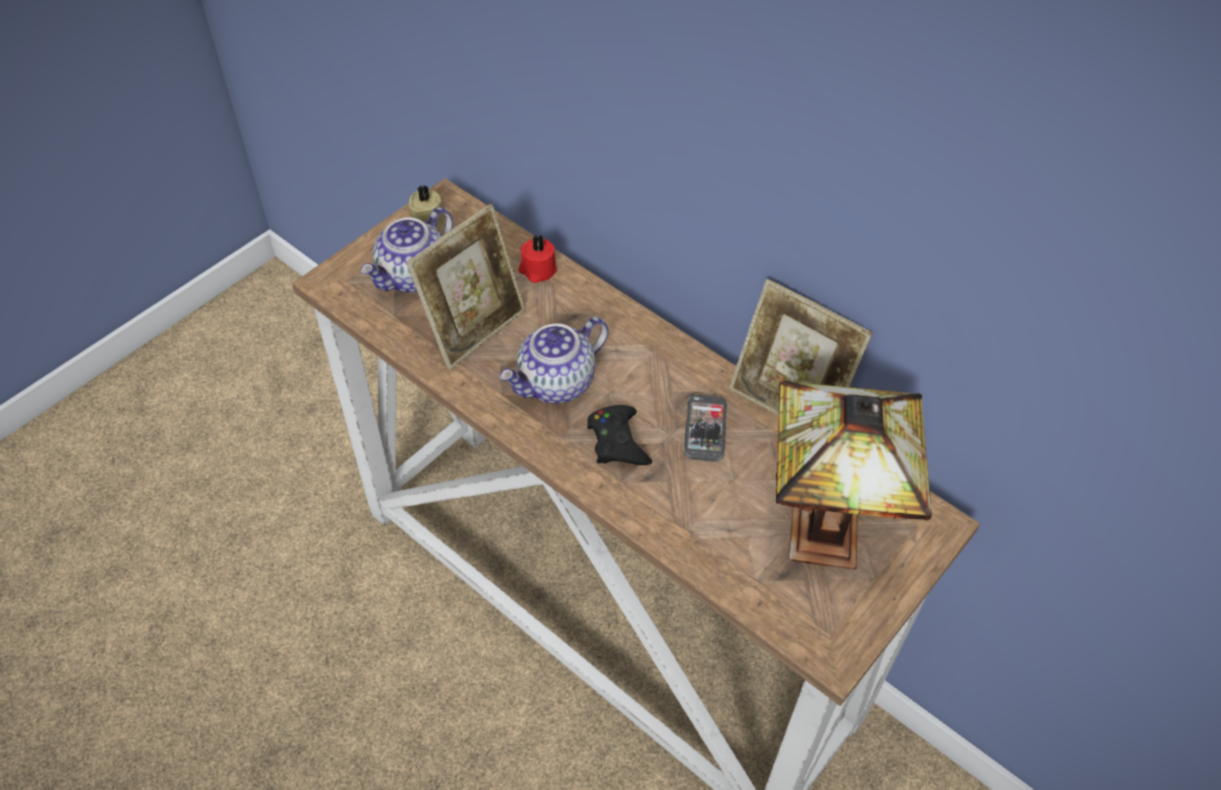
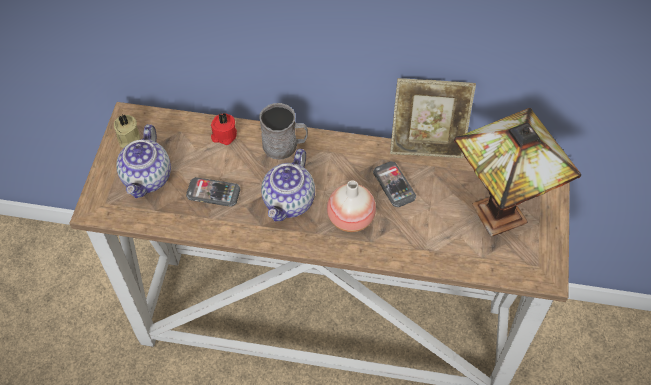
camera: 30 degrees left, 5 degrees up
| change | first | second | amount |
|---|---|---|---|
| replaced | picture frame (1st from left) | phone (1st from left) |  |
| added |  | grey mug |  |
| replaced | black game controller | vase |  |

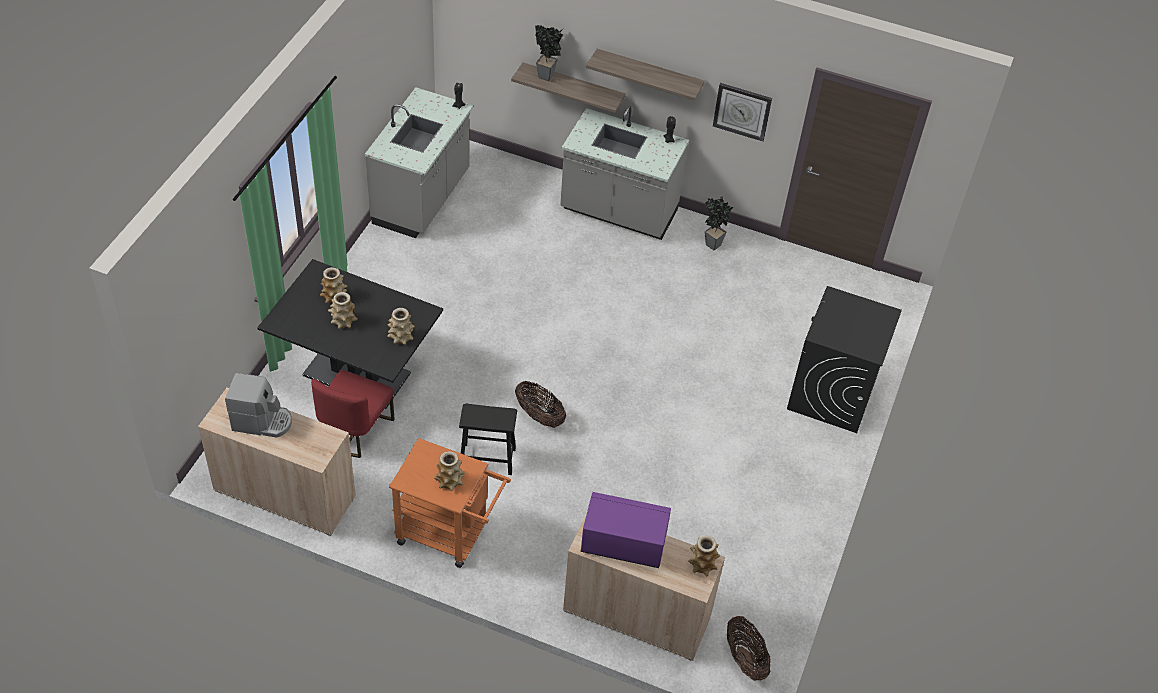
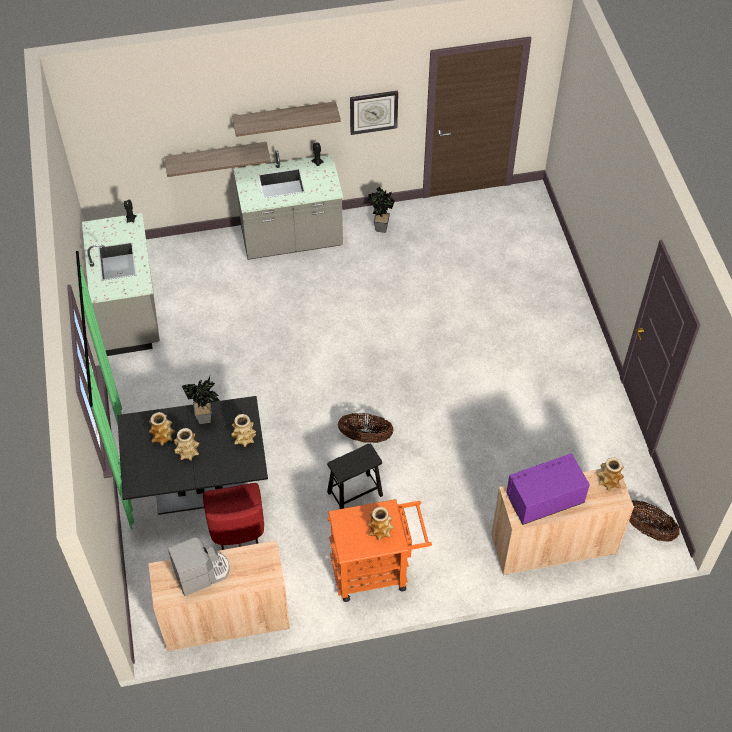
camera: 30 degrees left, 5 degrees up
| change | first | second | amount |
|---|---|---|---|
| moved | potted plant (1st from left) |  |  |
| removed | black washing machine |  |  |

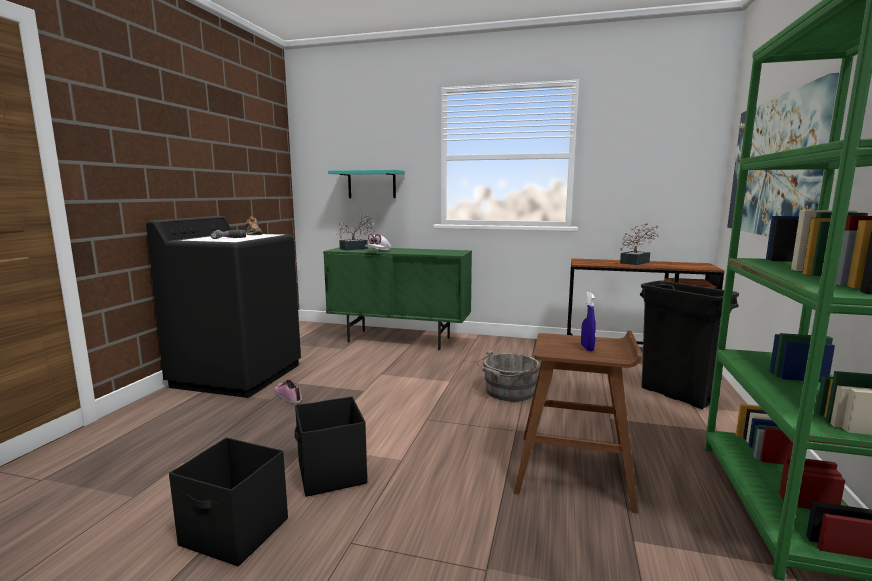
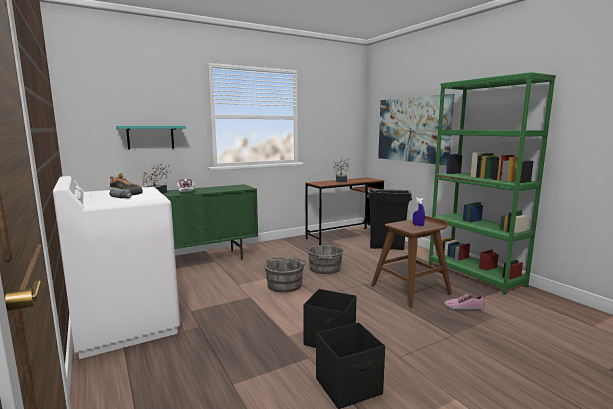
camera: 45 degrees left, 0 degrees up
| change | first | second | amount |
|---|---|---|---|
| recoloured | black washing machine | white washing machine |  |
| added |  | grey bucket (1st from left) |  |
| moved | shoe (2nd from left) |  |  |

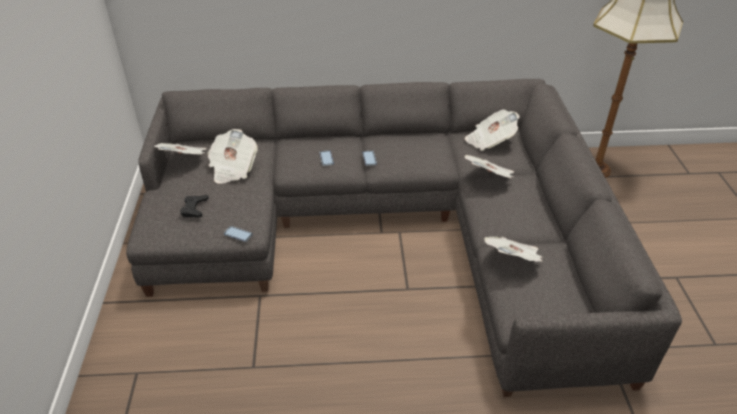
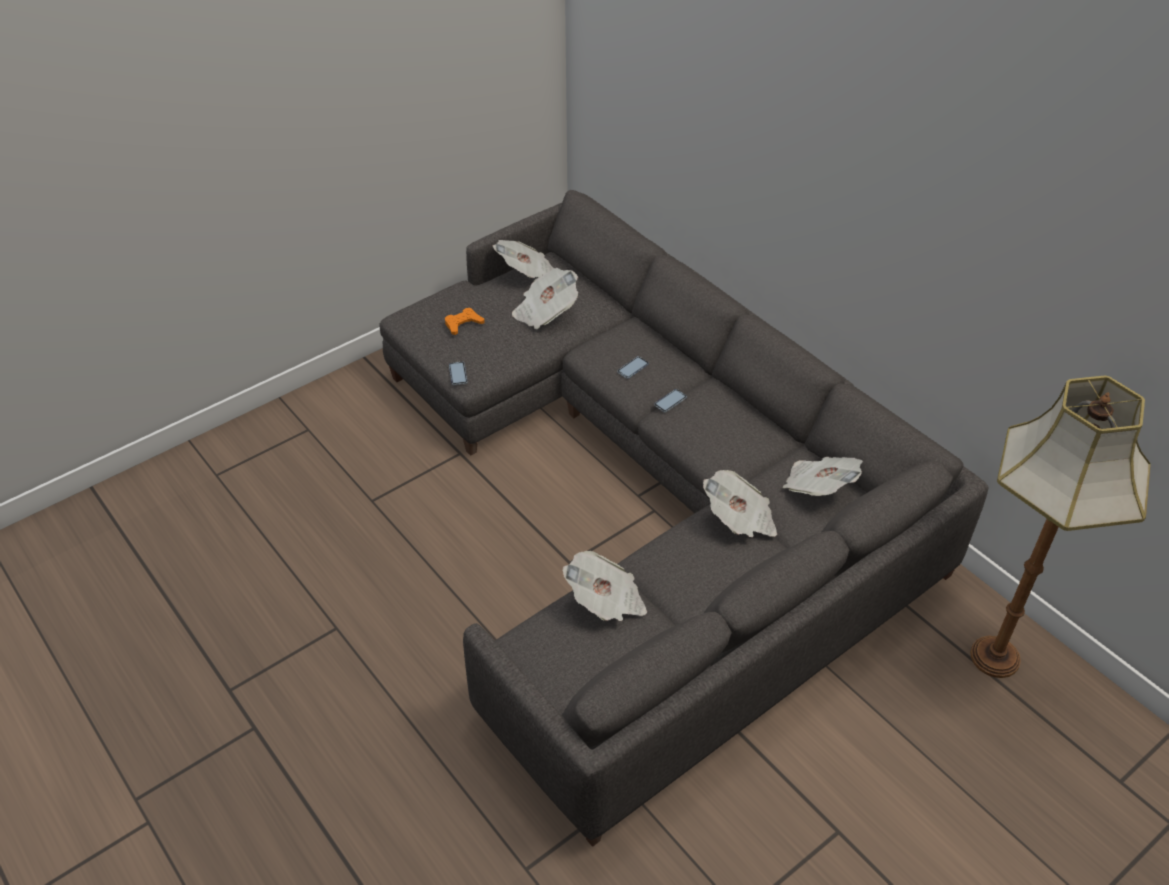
camera: 55 degrees right, 5 degrees up
| change | first | second | amount |
|---|---|---|---|
| recoloured | black game controller | orange game controller |  |

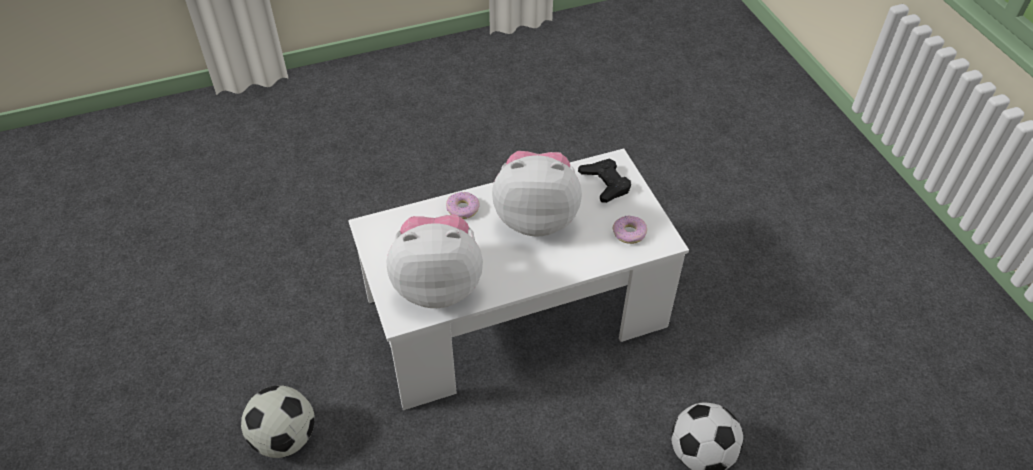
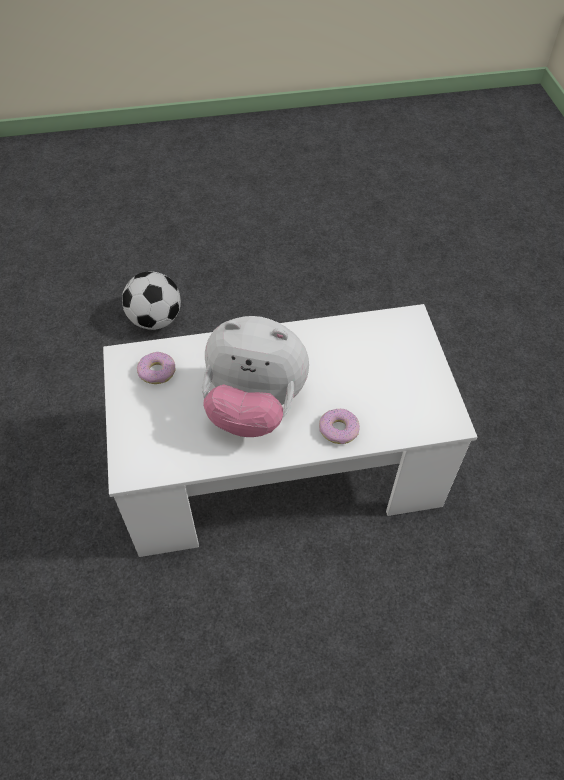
camera: 170 degrees left, 5 degrees up
| change | first | second | amount |
|---|---|---|---|
| removed | football (1st from left) |  |  |
| removed | plush toy (1st from left) |  |  |
| removed | black game controller |  |  |

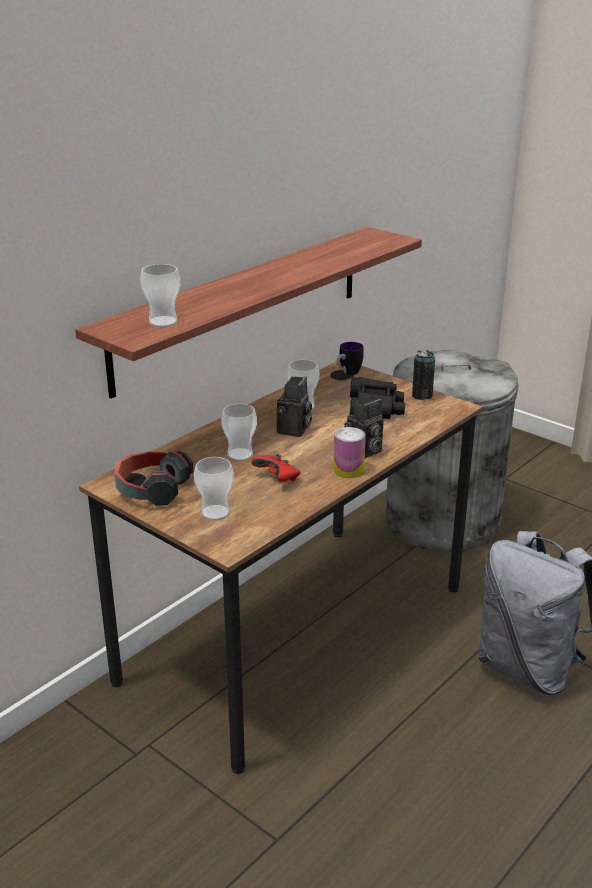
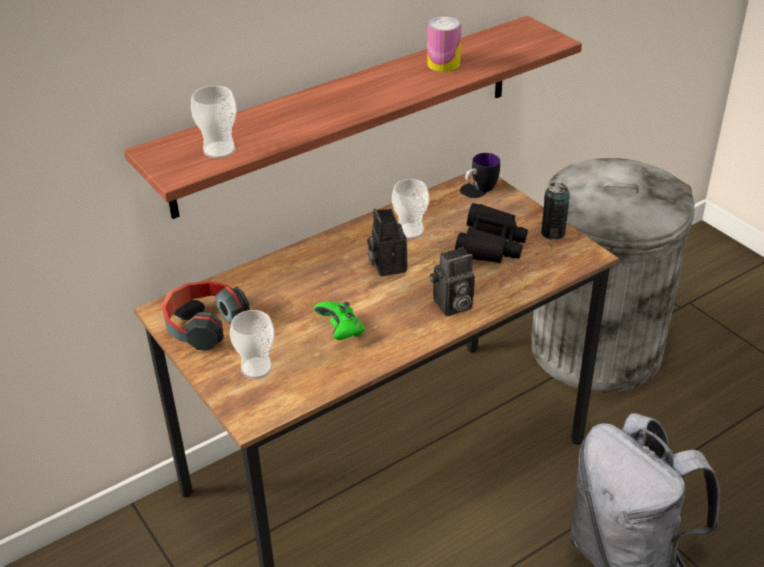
camera: 15 degrees right, 10 degrees up
| change | first | second | amount |
|---|---|---|---|
| recoloured | red game controller | green game controller |  |
| turned | photo camera (1st from left) |  | 135 degrees clockwise |
| moved | can (1st from left) |  |  |
| removed | cup (3rd from left) |  |  |

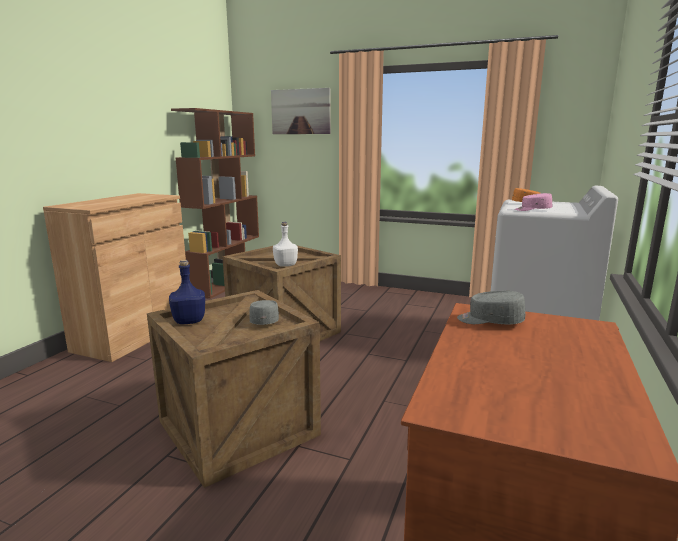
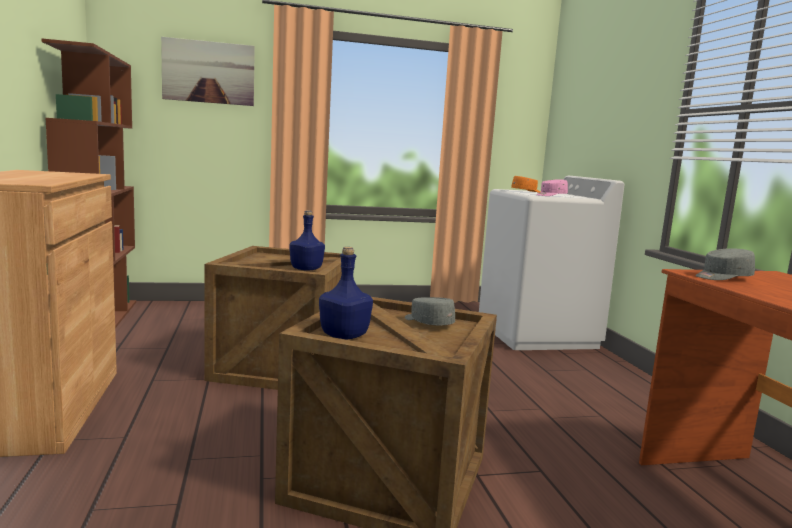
camera: 35 degrees left, 5 degrees down
| change | first | second | amount |
|---|---|---|---|
| recoloured | white bottle | blue bottle (1st from left) |  |

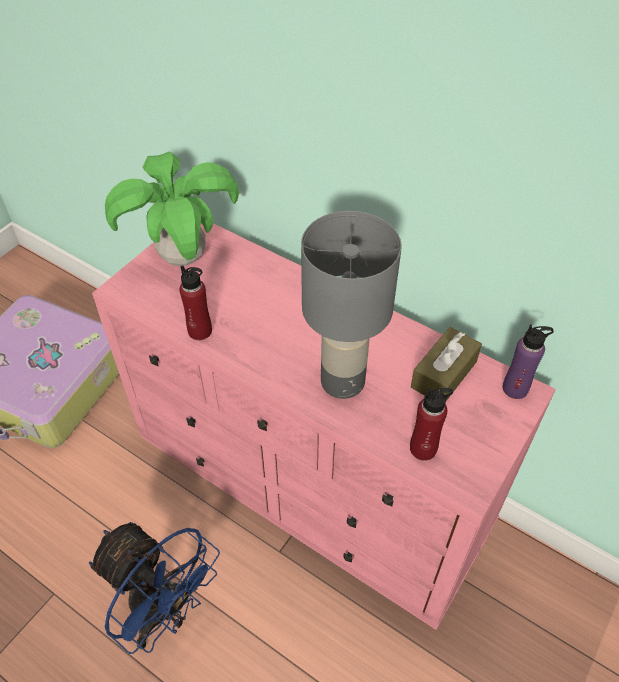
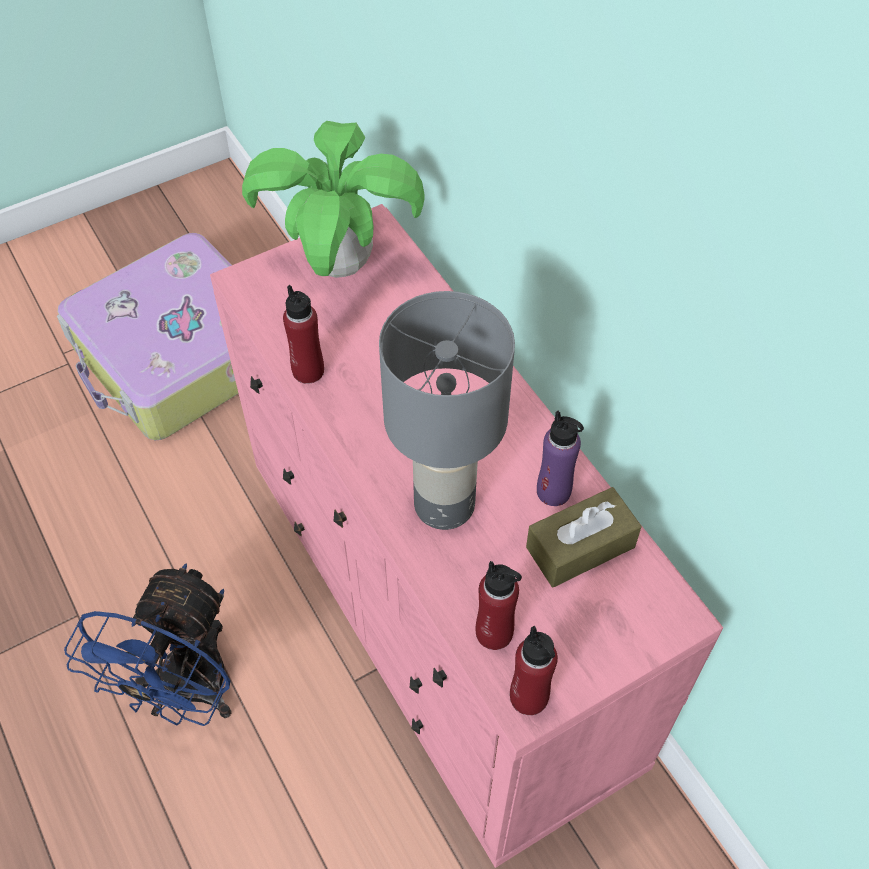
camera: 25 degrees right, 5 degrees up
| change | first | second | amount |
|---|---|---|---|
| turned | blue fan |  | 45 degrees clockwise |
| added |  | red bottle (3rd from left) |  |
| moved | purple bottle |  |  |

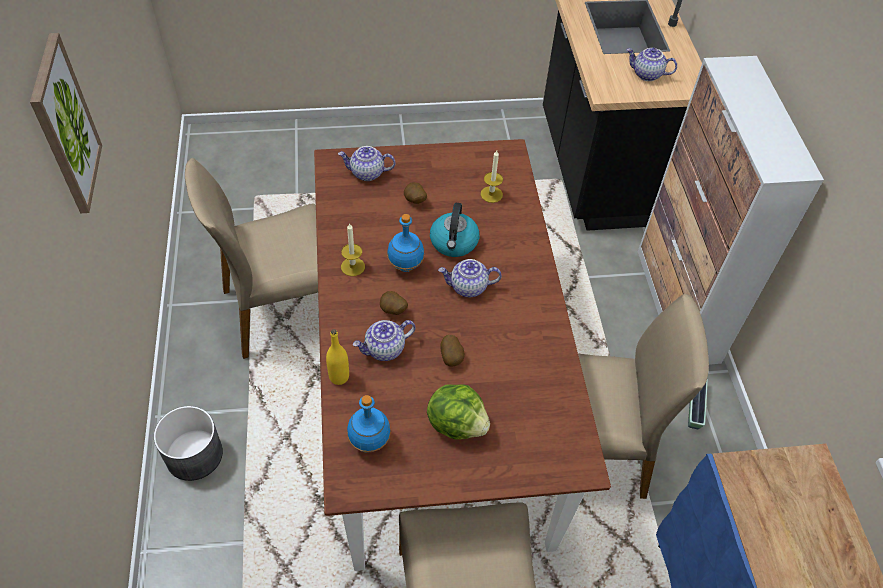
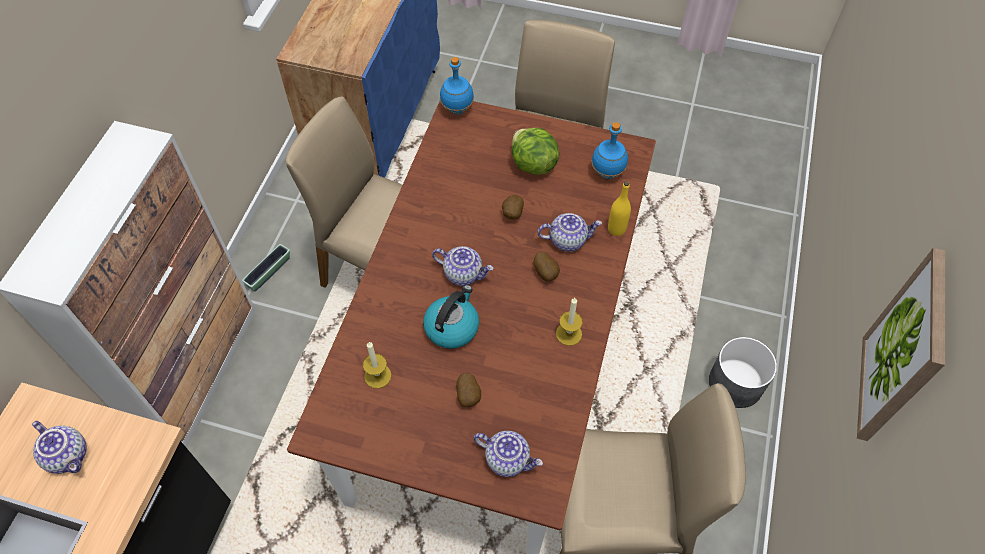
camera: 155 degrees left, 5 degrees up
| change | first | second | amount |
|---|---|---|---|
| moved | blue bottle (2nd from left in the first image) | blue bottle (1st from left) |  |

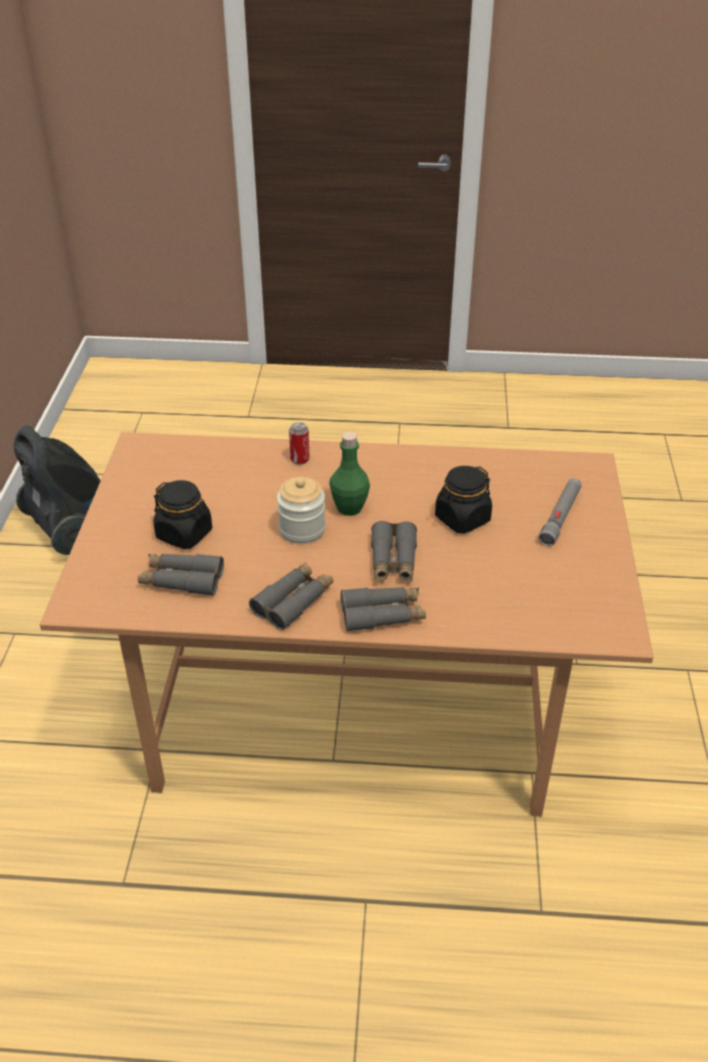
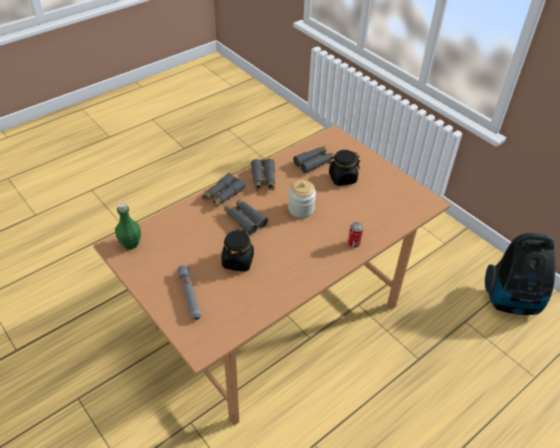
camera: 135 degrees right, 5 degrees up
| change | first | second | amount |
|---|---|---|---|
| moved | green bottle |  |  |

